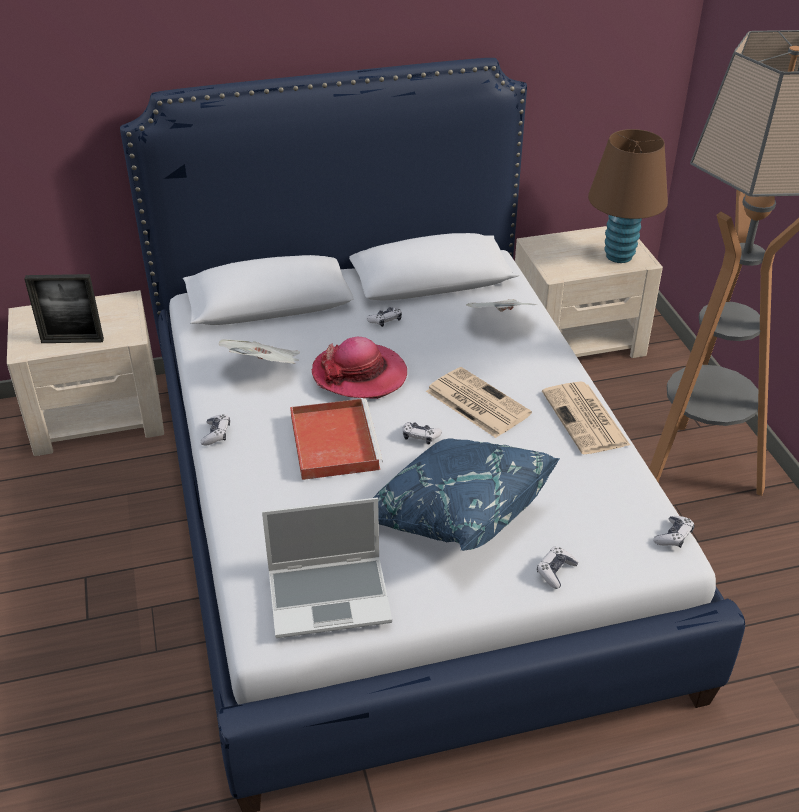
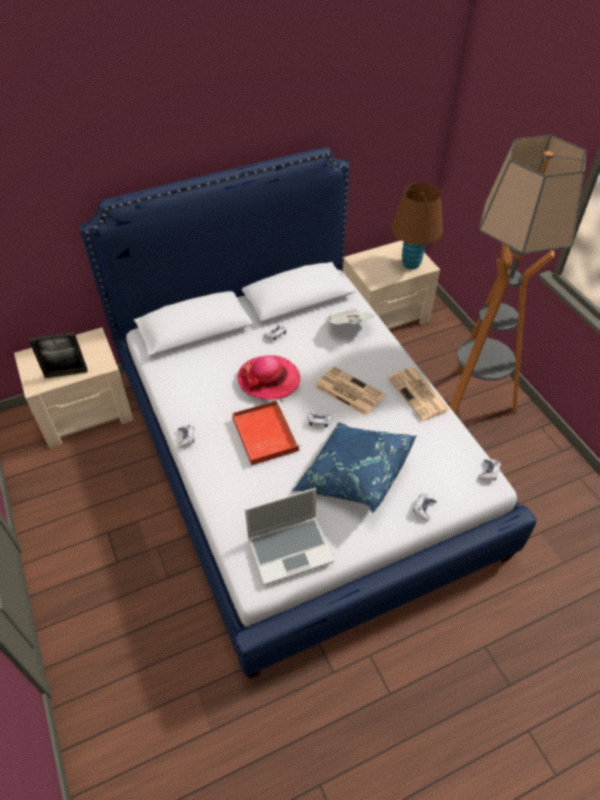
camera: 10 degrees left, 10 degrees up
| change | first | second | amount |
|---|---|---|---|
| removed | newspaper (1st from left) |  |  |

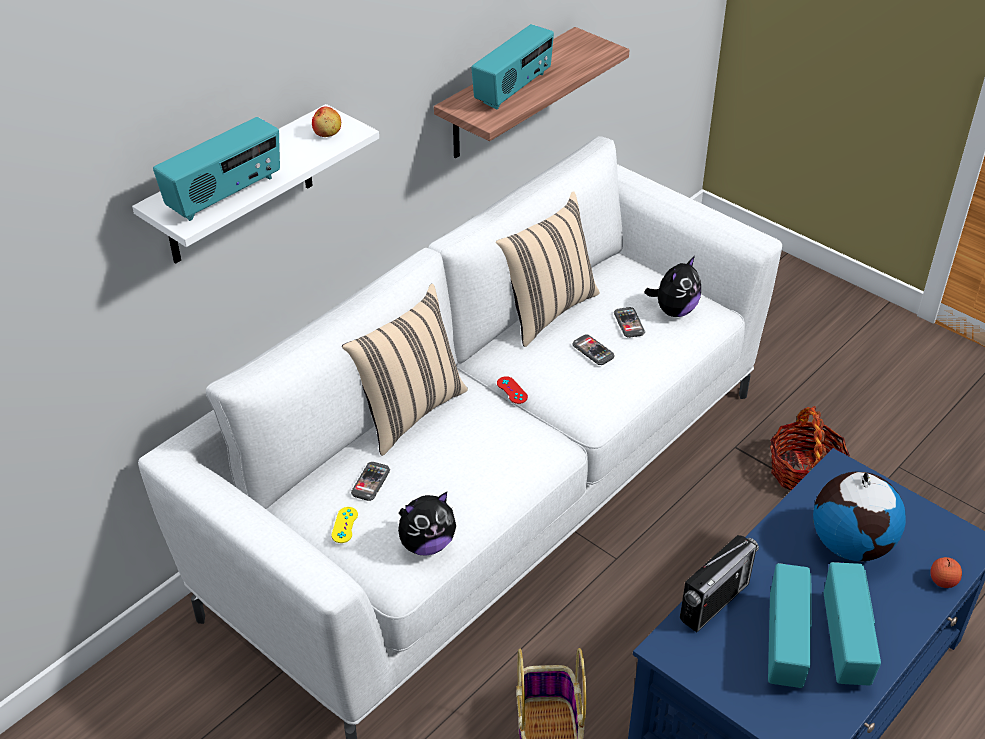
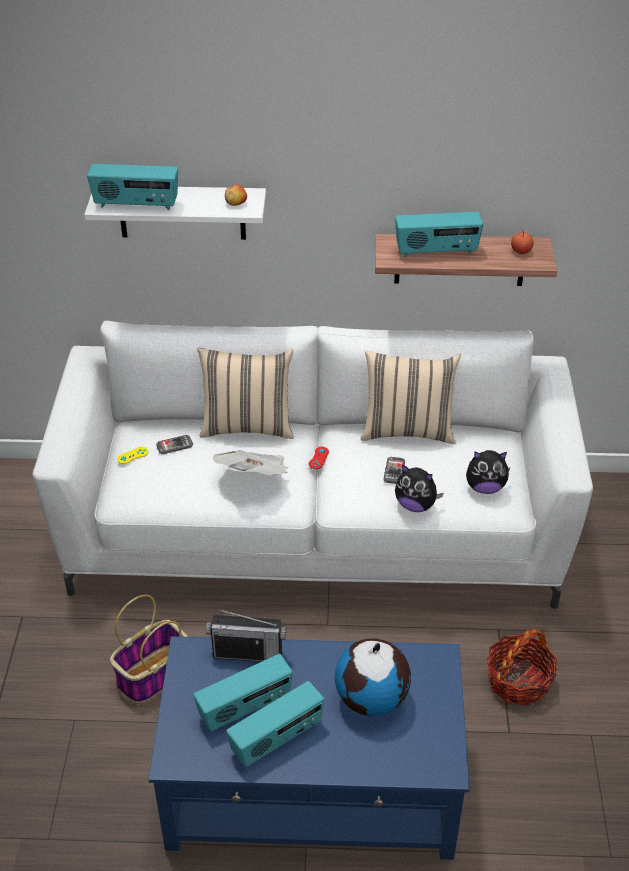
camera: 50 degrees right, 0 degrees up
| change | first | second | amount |
|---|---|---|---|
| added |  | newspaper |  |
| moved | plush toy (1st from left) |  |  |
| moved | apple (2nd from left) |  |  |
| removed | phone (3rd from left) |  |  |

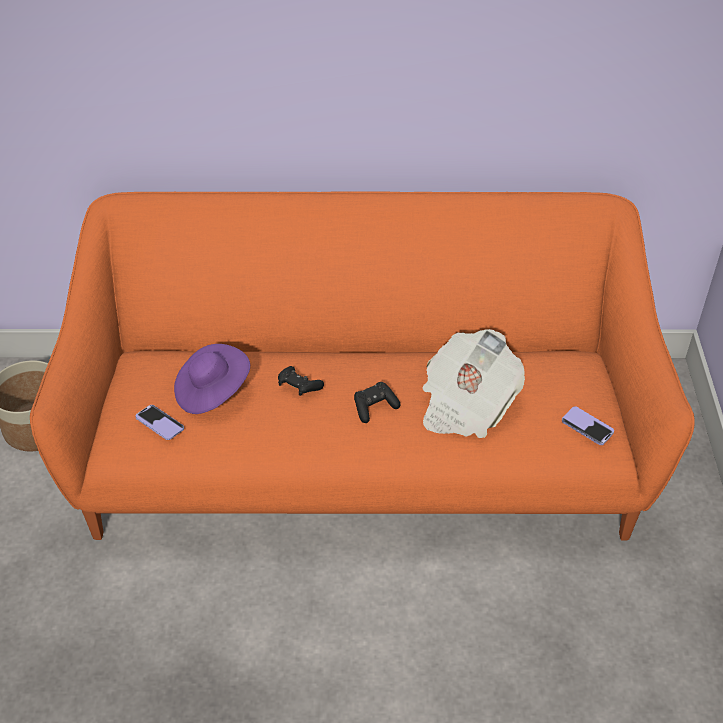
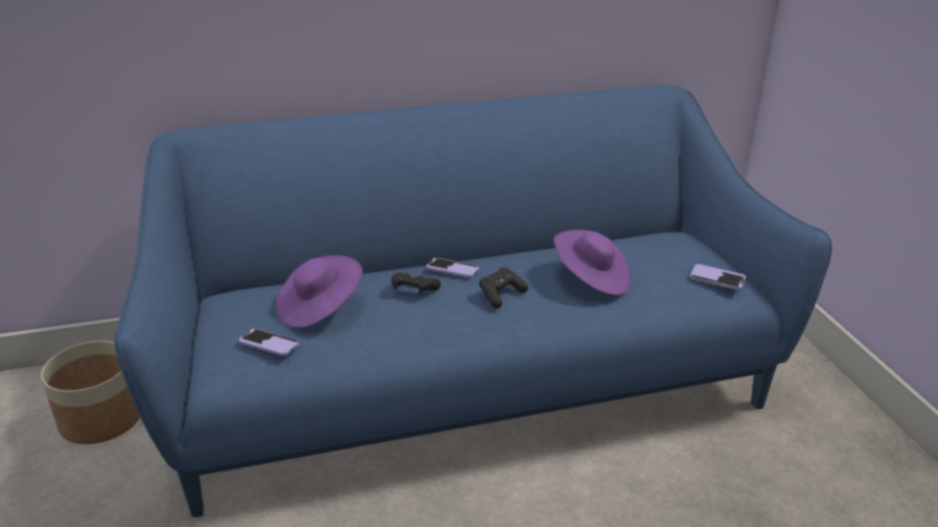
camera: 15 degrees left, 15 degrees down
| change | first | second | amount |
|---|---|---|---|
| recoloured | orange sofa | blue sofa |  |
| added |  | phone (2nd from left) |  |
| replaced | newspaper | purple hat (2nd from left) |  |

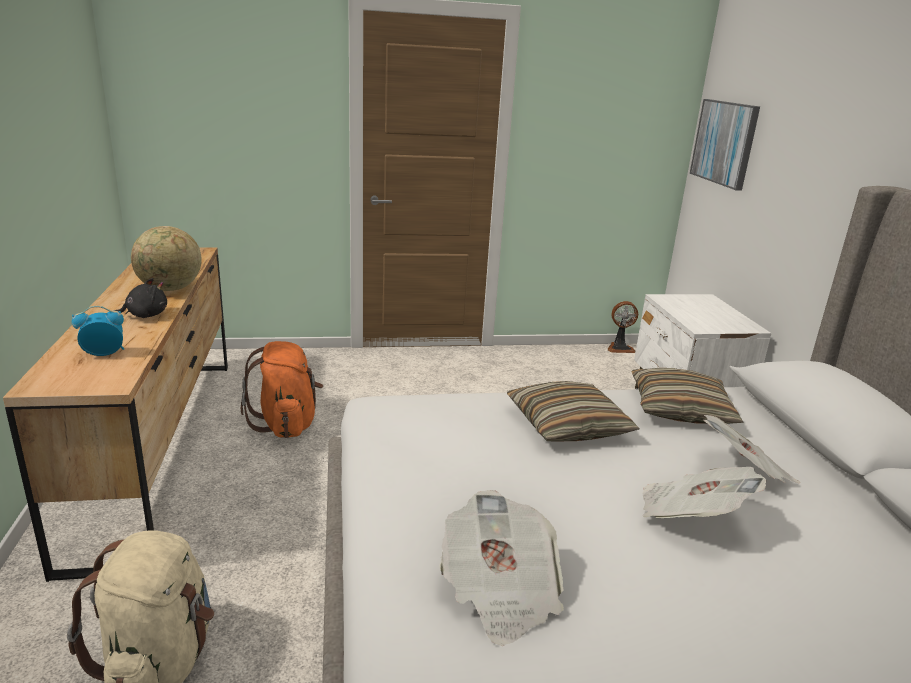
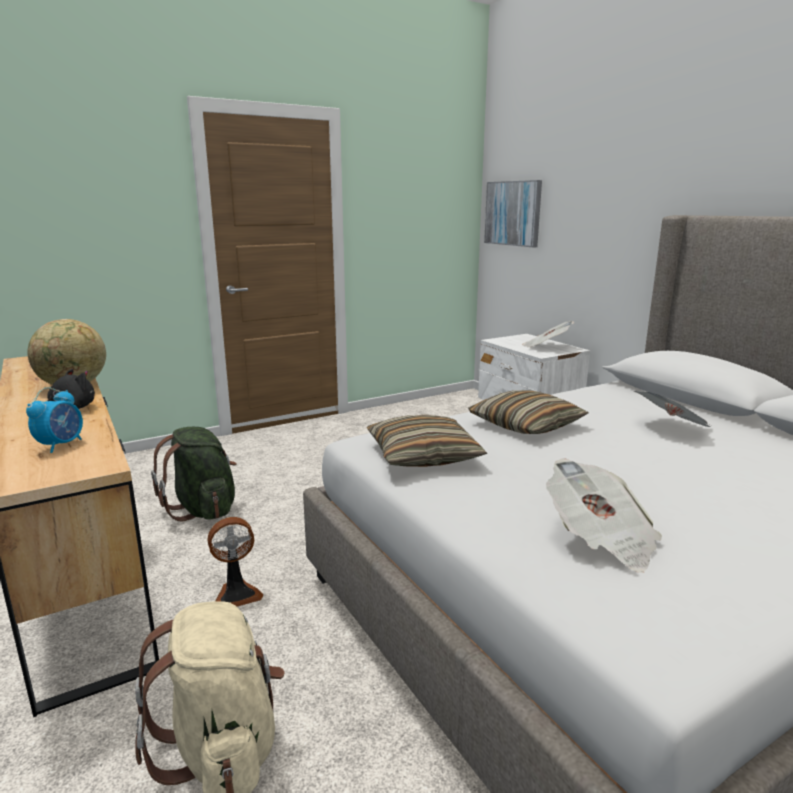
camera: 20 degrees left, 5 degrees down
| change | first | second | amount |
|---|---|---|---|
| turned | alarm clock |  | 150 degrees clockwise |
| recoloured | orange backpack | green backpack |  |
| moved | fan |  |  |
| moved | pillow (2nd from left in the first image) | pillow (1st from left) |  |
| moved | newspaper (2nd from left in the first image) | newspaper (1st from left) |  |

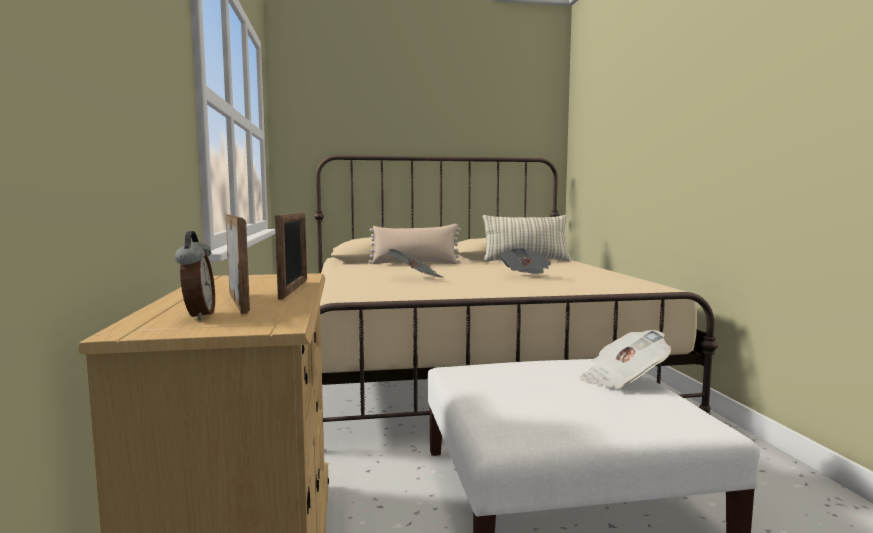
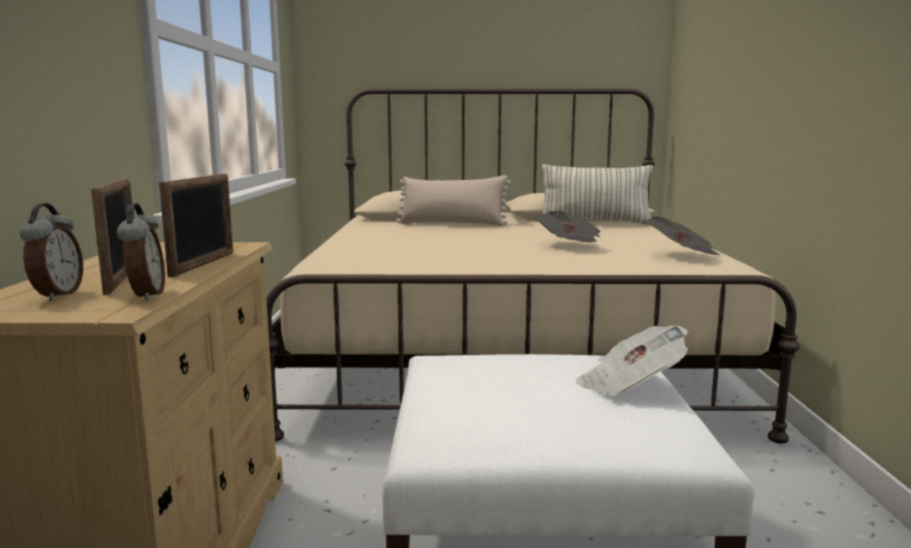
camera: 10 degrees right, 5 degrees up
| change | first | second | amount |
|---|---|---|---|
| added |  | alarm clock (2nd from left) |  |
| moved | newspaper (1st from left in the first image) | newspaper (3rd from left) |  |

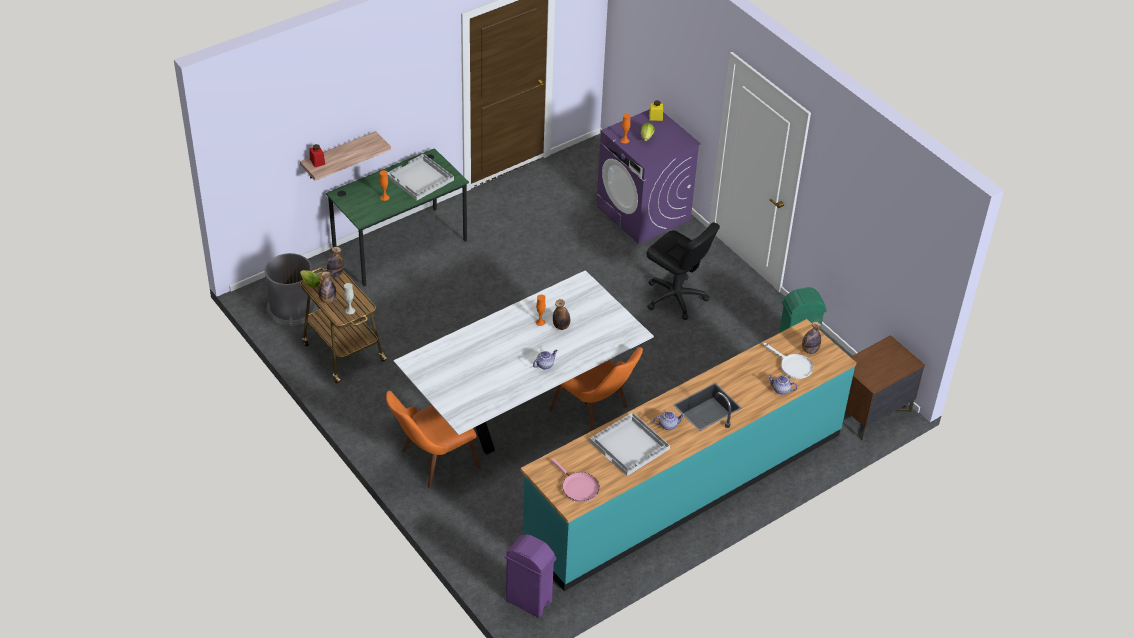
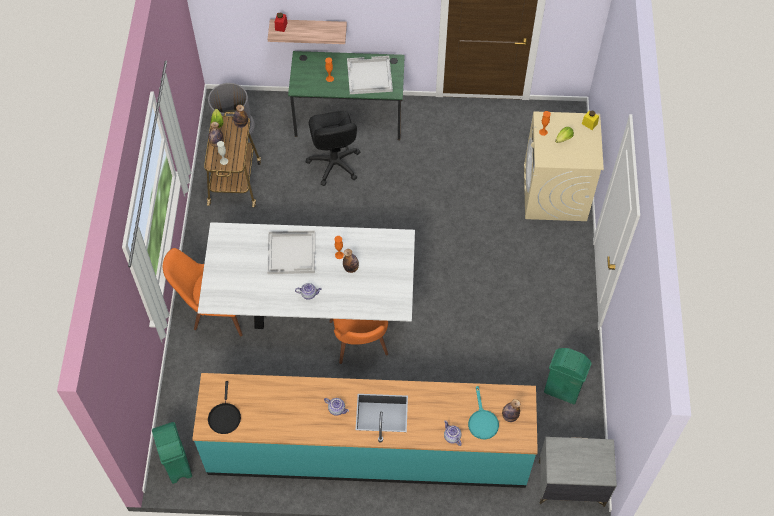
camera: 40 degrees right, 15 degrees up
| change | first | second | amount |
|---|---|---|---|
| recoloured | purple trash can | green trash can (1st from left) |  |
| recoloured | pink frying pan | black frying pan |  |
| moved | white tray (2nd from left in the first image) | white tray (1st from left) |  |
| moved | black office chair |  |  |
| recoloured | white frying pan | turquoise frying pan |  |
| recoloured | purple washing machine | beige washing machine |  |
| recoloured | brown nightstand | grey nightstand |  |

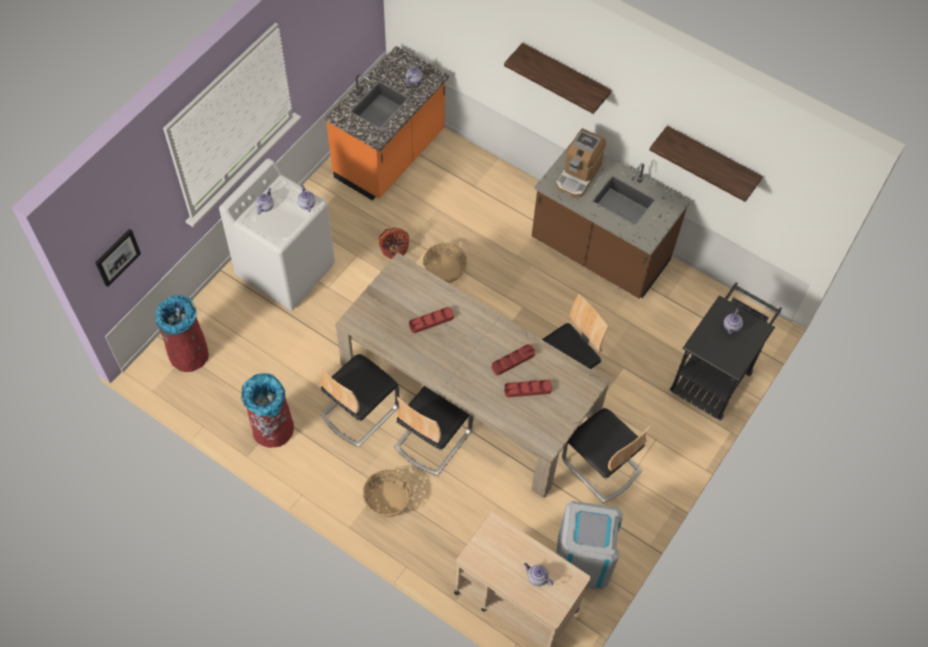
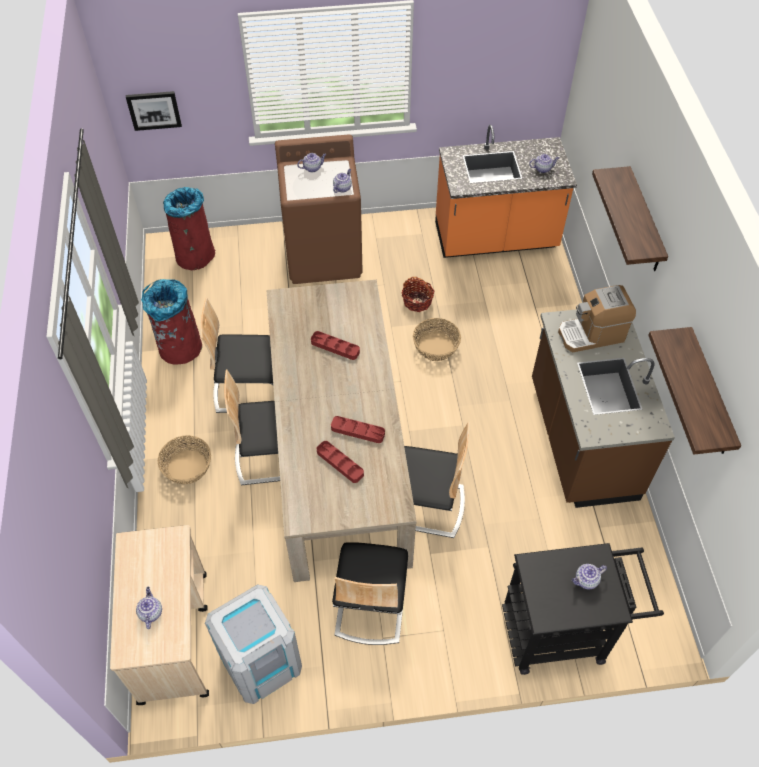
camera: 50 degrees right, 5 degrees down
| change | first | second | amount |
|---|---|---|---|
| recoloured | white washing machine | brown washing machine |  |

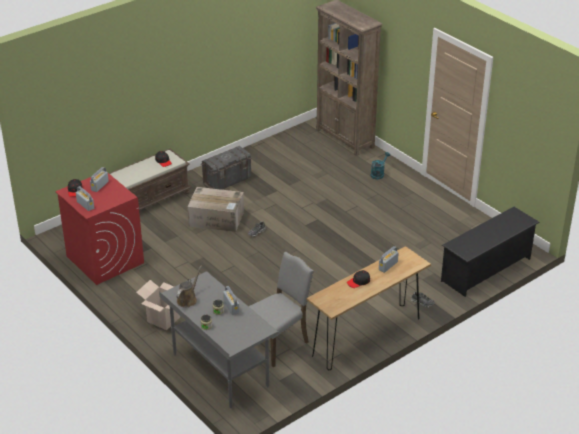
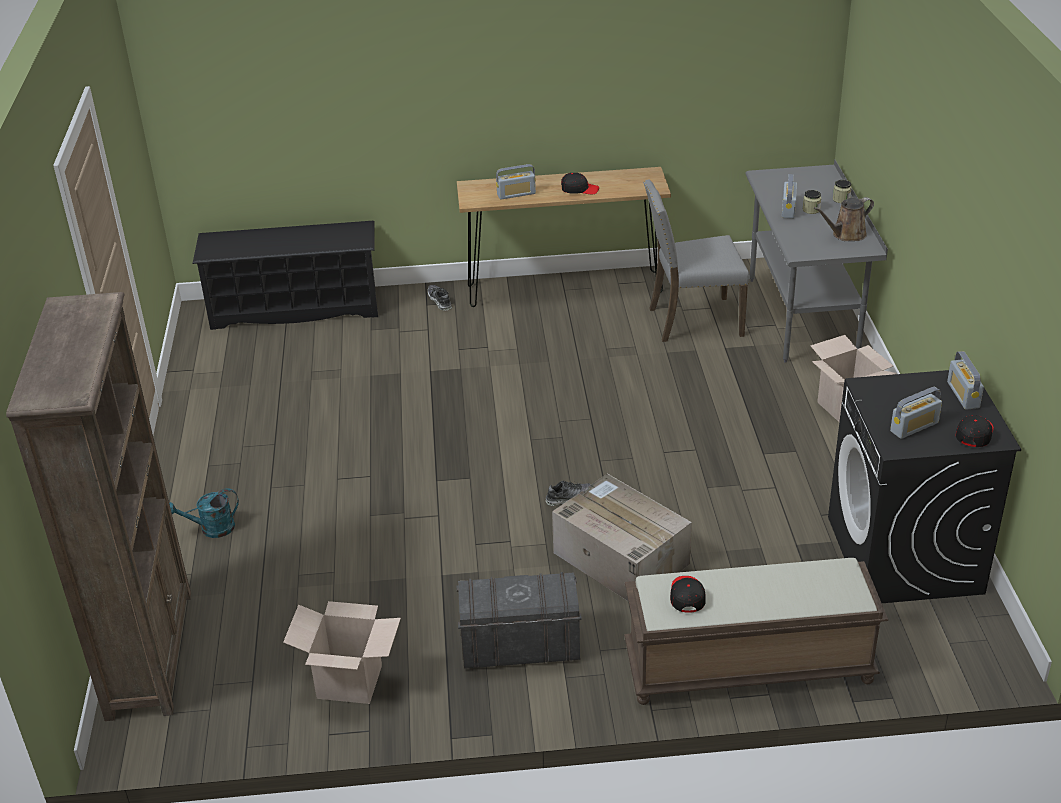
camera: 145 degrees left, 0 degrees up
| change | first | second | amount |
|---|---|---|---|
| added |  | cardboard box (1st from left) |  |
| recoloured | red washing machine | black washing machine |  |

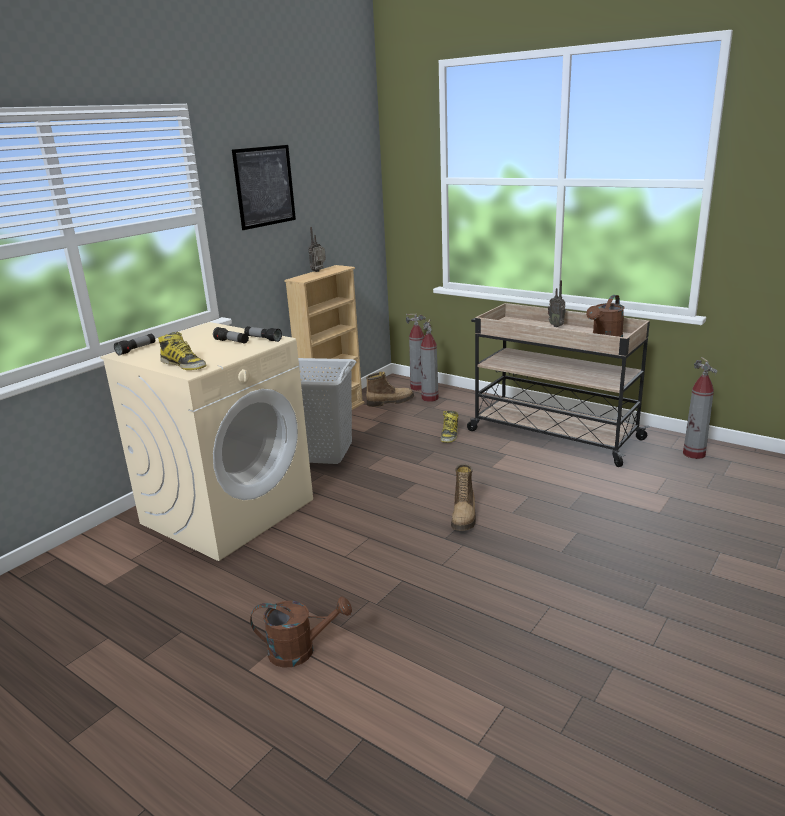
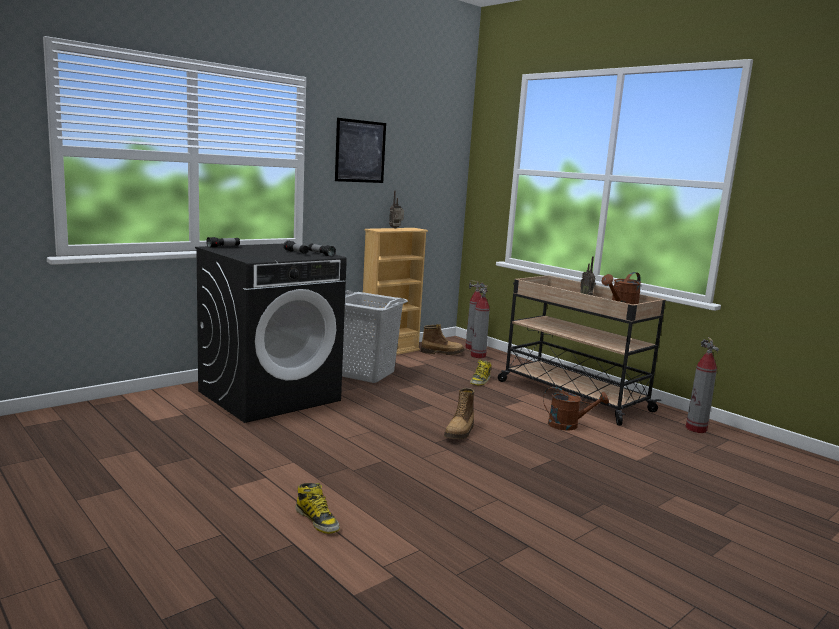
camera: 10 degrees right, 10 degrees down
| change | first | second | amount |
|---|---|---|---|
| recoloured | beige washing machine | black washing machine |  |
| moved | boot (1st from left) |  |  |
| moved | brown watering can (1st from left) |  |  |

